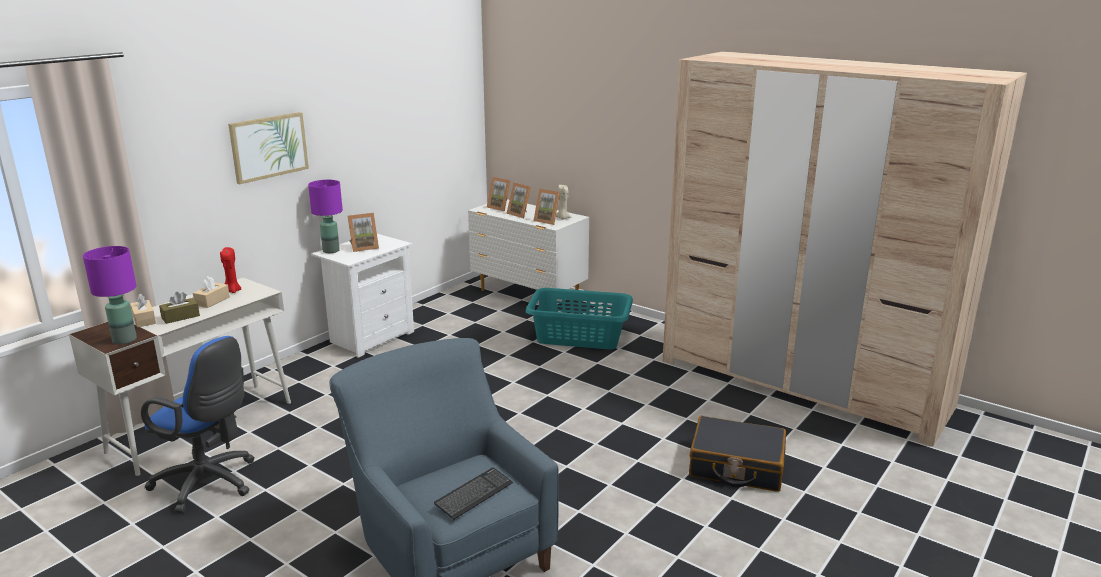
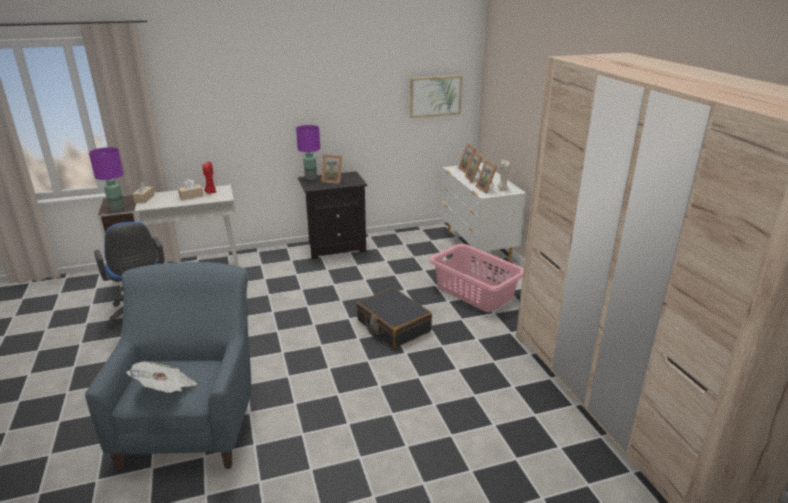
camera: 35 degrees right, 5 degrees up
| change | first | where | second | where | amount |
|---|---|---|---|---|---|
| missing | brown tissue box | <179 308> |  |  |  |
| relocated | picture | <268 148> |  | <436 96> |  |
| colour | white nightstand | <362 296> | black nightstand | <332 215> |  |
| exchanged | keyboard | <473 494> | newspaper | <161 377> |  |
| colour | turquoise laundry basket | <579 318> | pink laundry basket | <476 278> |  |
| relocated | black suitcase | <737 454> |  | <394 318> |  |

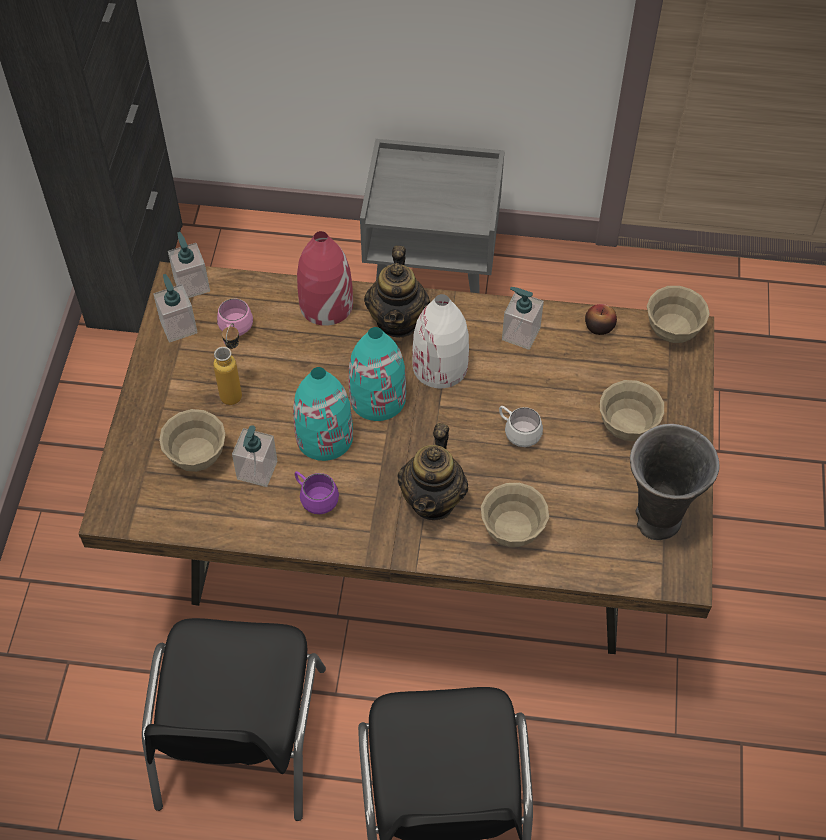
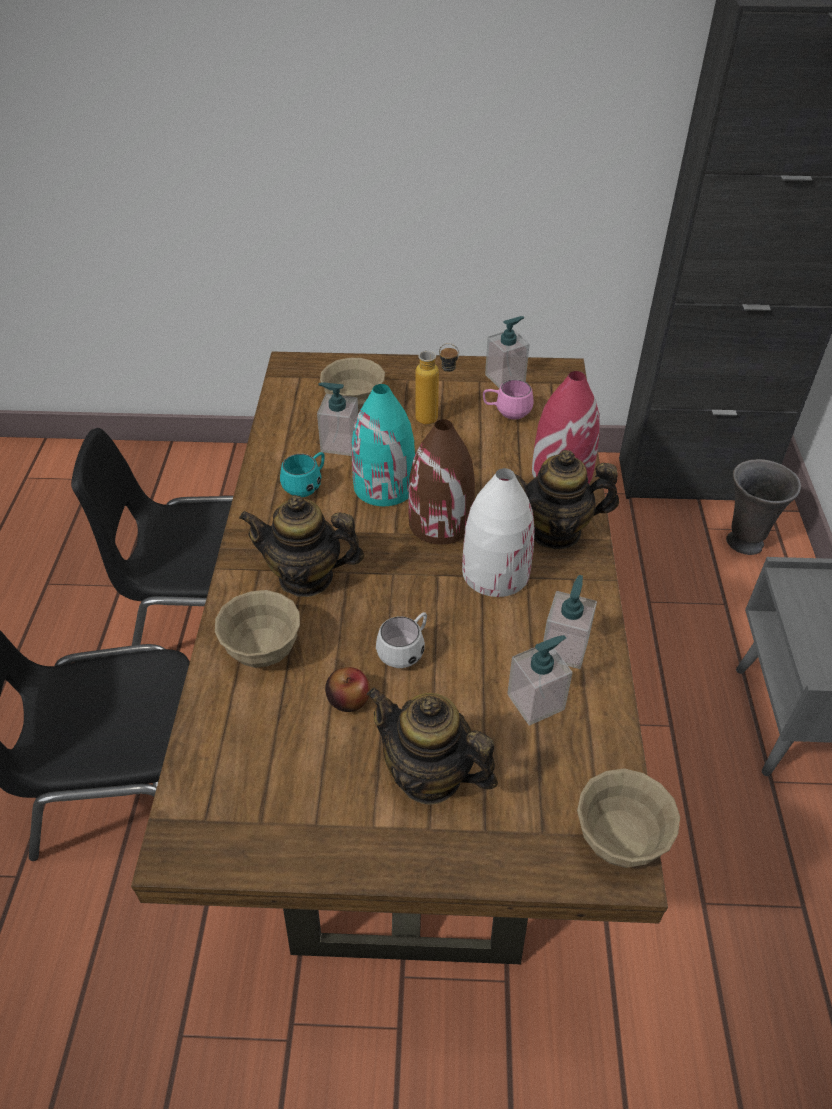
camera: 85 degrees right, 10 degrees down
| change | first | where | second | where | amount |
|---|---|---|---|---|---|
| relocated | soap dispenser | <189 265> |  | <540 680> |  |
| colour | purple mug | <316 492> | turquoise mug | <302 474> |  |
| colour | turquoise vase | <377 374> | brown vase | <441 482> |  |
| relocated | apple | <601 319> |  | <347 689> |  |
| exchanged | beige bowl | <632 410> | teapot | <432 745> |  |
| relocated | grey vase | <675 482> |  | <763 507> |  |

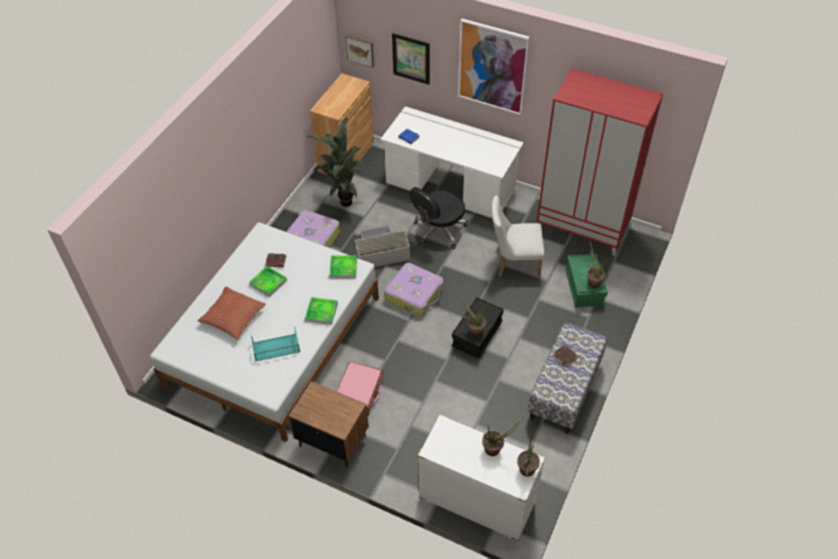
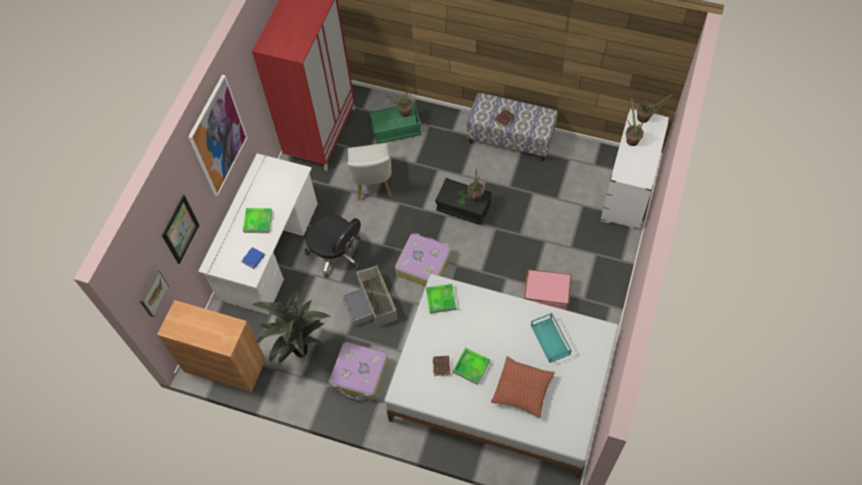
camera: 95 degrees left, 10 degrees up
| change | first | where | second | where | amount |
|---|---|---|---|---|---|
| missing | brown nightstand | <328 424> |  |  |  |
| relocated | tray | <321 311> |  | <257 220> |  |

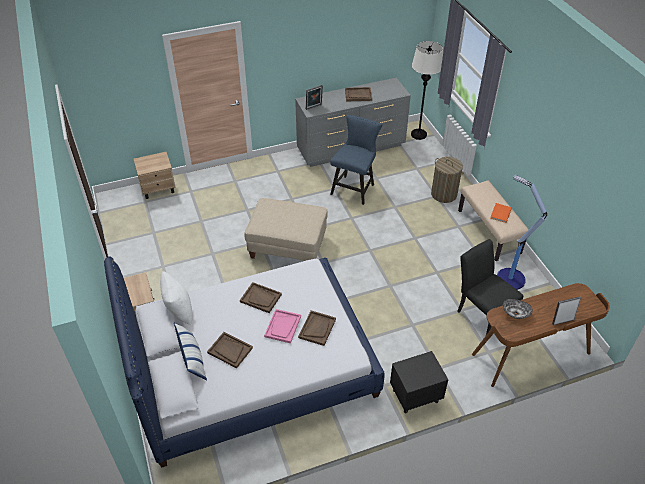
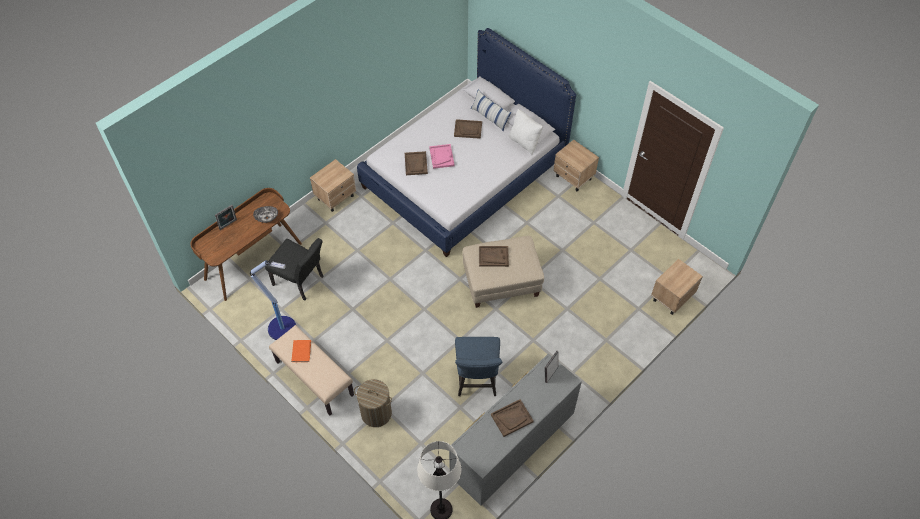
camera: 155 degrees right, 10 degrees up
| change | first | where | second | where | amount |
|---|---|---|---|---|---|
| relocated | brown tray | <261 297> |  | <494 256> |  |
| colour | black nightstand | <419 382> | beige nightstand | <333 185> |  |

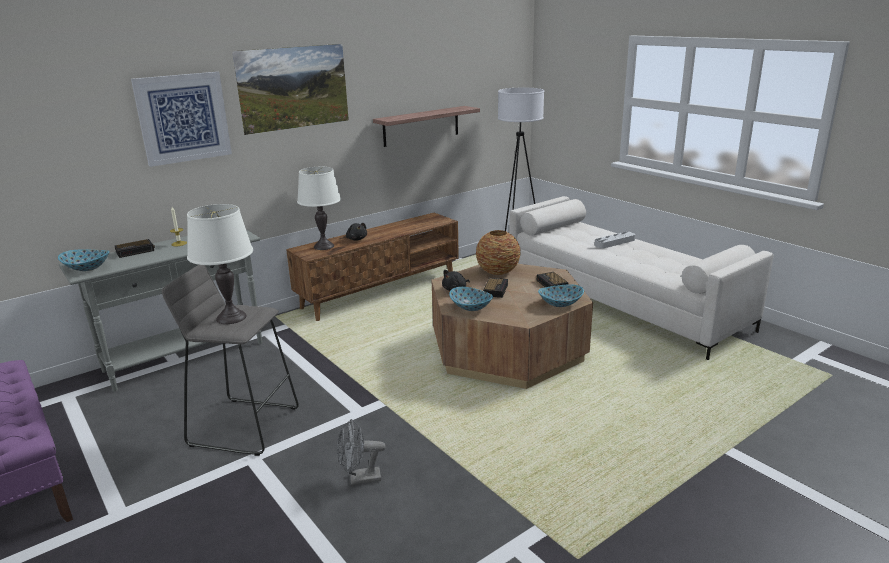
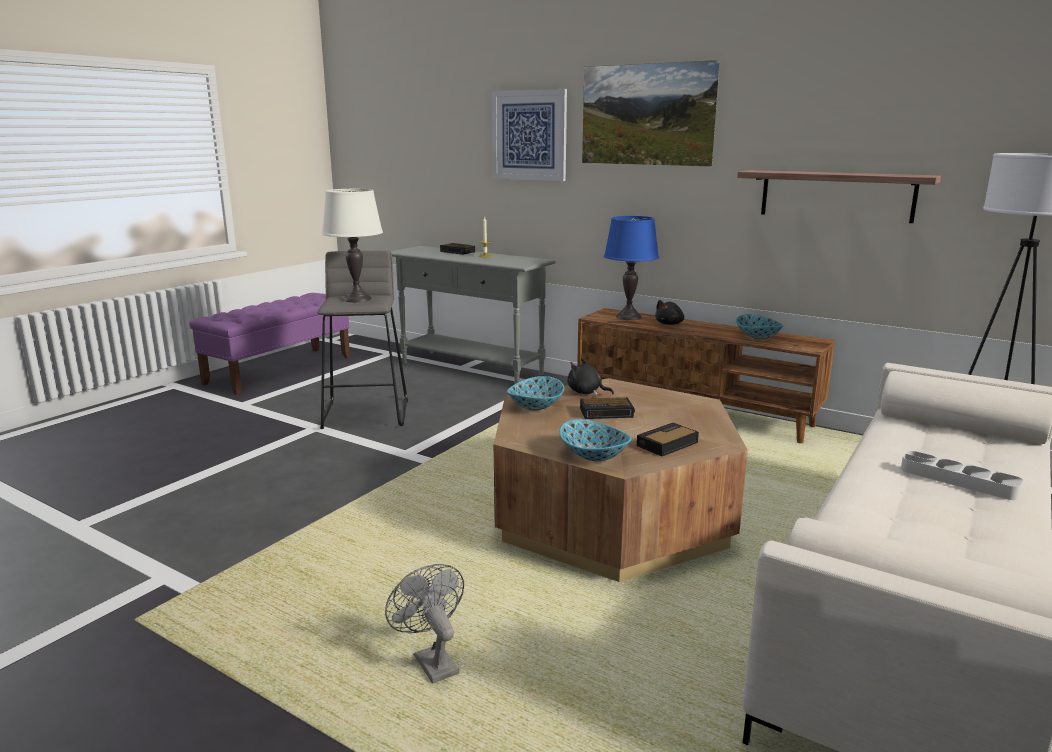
camera: 70 degrees right, 5 degrees down
| change | first | where | second | where | amount |
|---|---|---|---|---|---|
| relocated | bowl | <84 260> |  | <760 326> |  |
| colour | white table lamp | <319 208> | blue table lamp | <631 268> |  |
| relocated | grey fan | <361 452> |  | <424 624> |  |
| missing | vase | <498 252> |  |  |  |

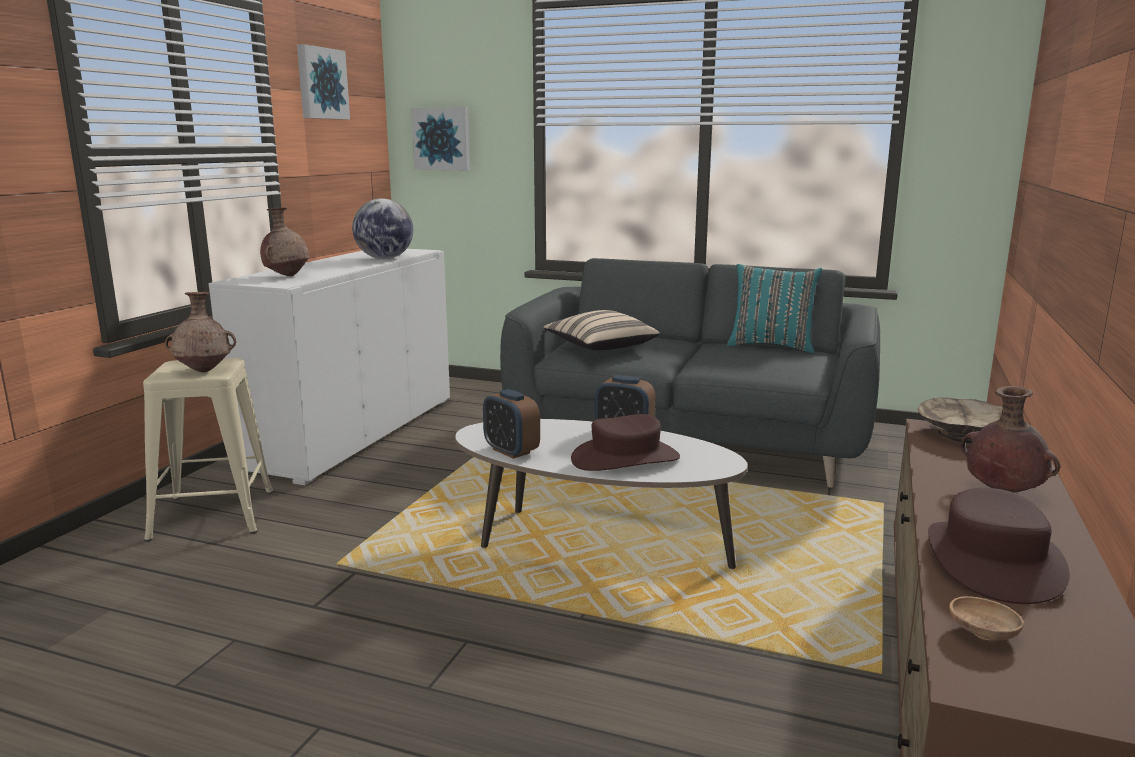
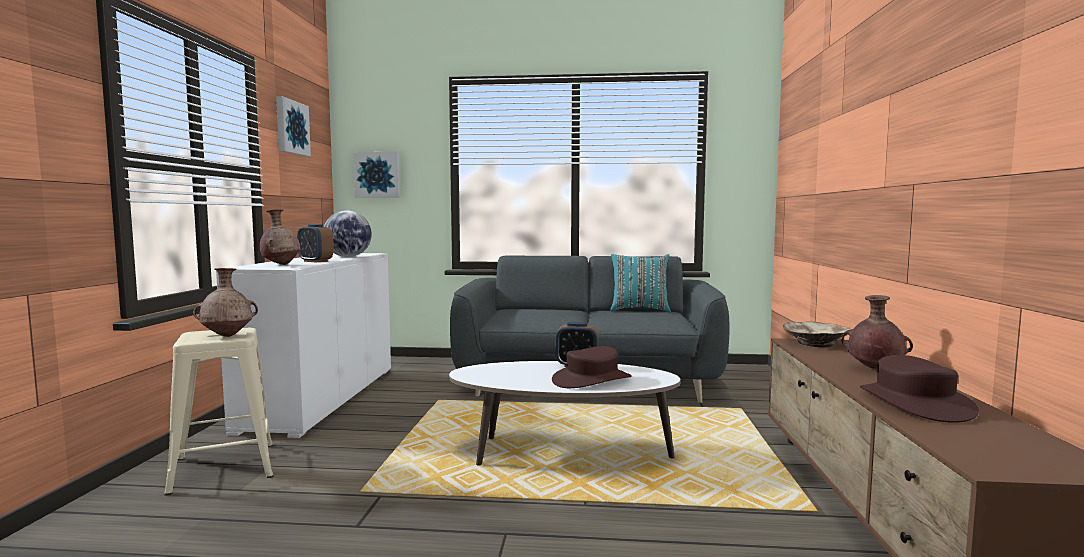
camera: 15 degrees left, 10 degrees down
| change | first | where | second | where | amount |
|---|---|---|---|---|---|
| relocated | alarm clock | <511 424> |  | <315 243> |  |
| missing | beige pillow | <601 330> |  |  |  |
| missing | brown bowl | <986 618> |  |  |  |

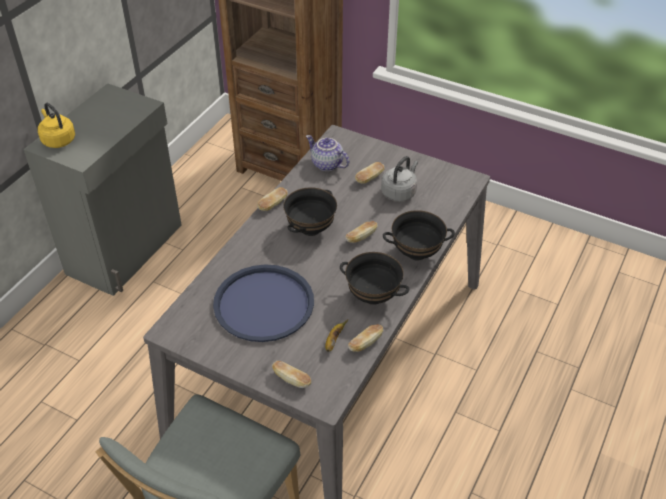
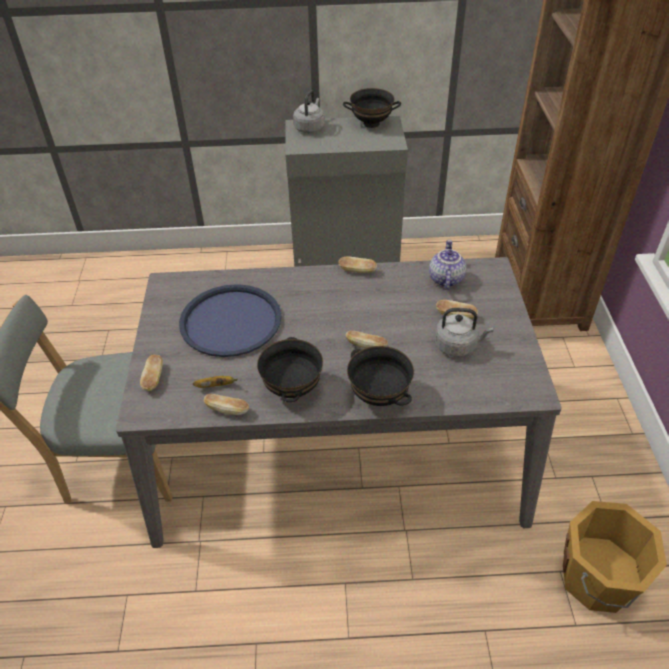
camera: 60 degrees right, 0 degrees up
| change | first | where | second | where | amount |
|---|---|---|---|---|---|
| colour | yellow kettle | <56 125> | grey kettle | <309 111> |  |
| relocated | black bowl | <310 211> |  | <372 108> |  |
| appeared |  |  | orange bucket | <615 557> |  |

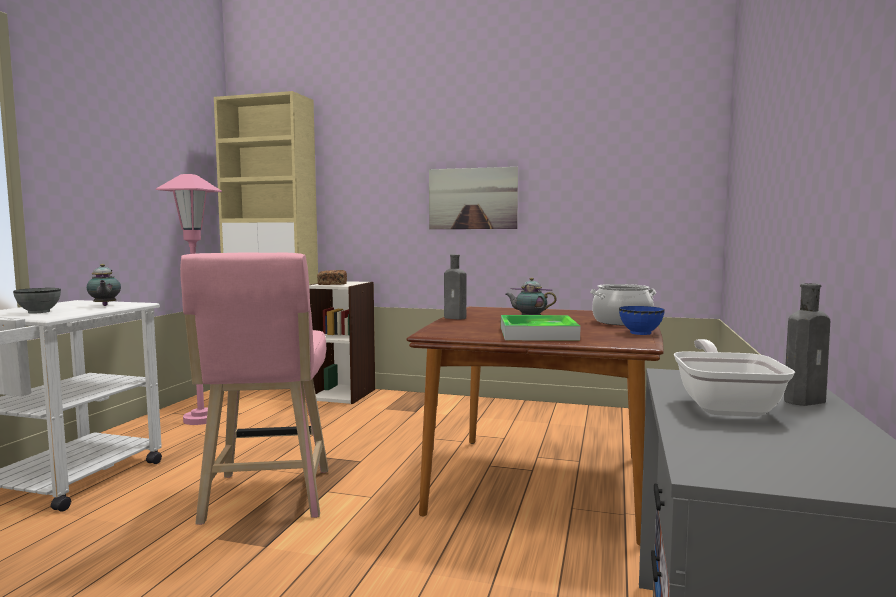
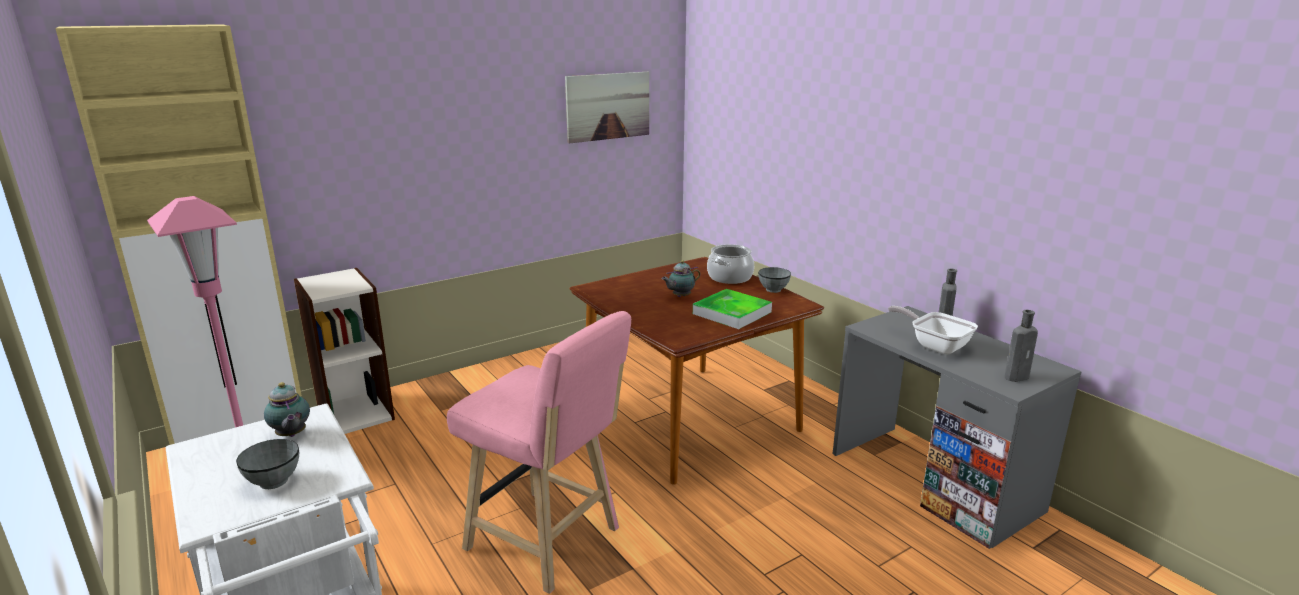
camera: 50 degrees left, 15 degrees up
| change | first | where | second | where | amount |
|---|---|---|---|---|---|
| spun | teapot | <104 285> |  | <287 409> | 45 degrees clockwise |
| missing | bread | <332 277> |  |  |  |
| relocated | picture | <473 198> |  | <607 107> |  |
| relocated | grey bottle | <455 287> |  | <1021 346> |  |
| colour | blue bowl | <642 320> | grey bowl | <774 280> |  |

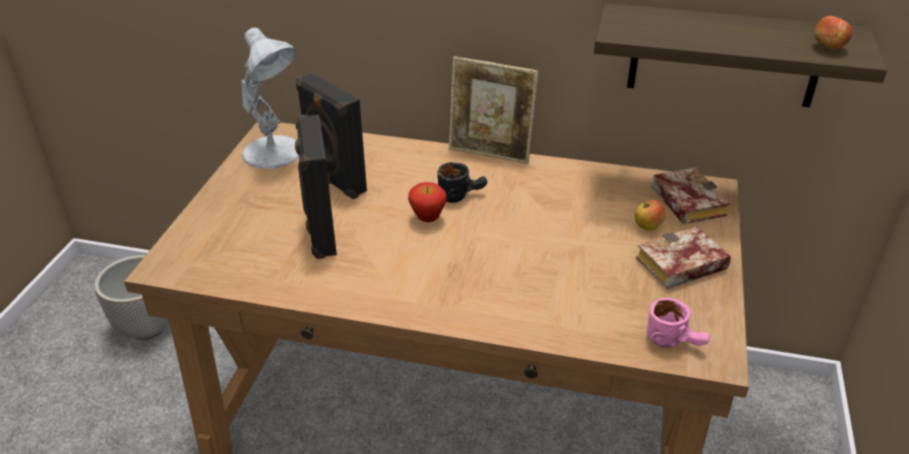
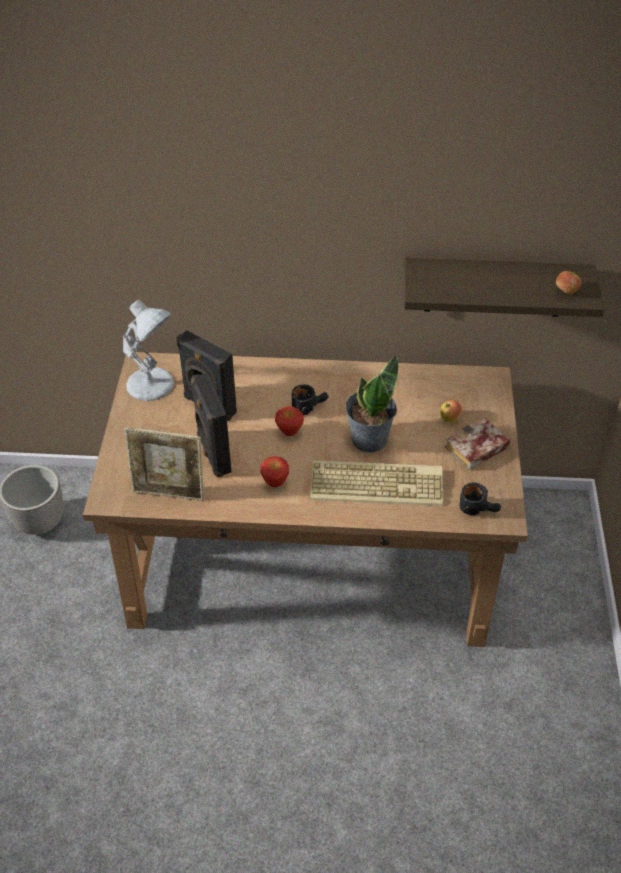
camera: 10 degrees left, 10 degrees up
| change | first | where | second | where | amount |
|---|---|---|---|---|---|
| relocated | picture frame | <494 110> |  | <164 464> |  |
| colour | pink mug | <678 323> | black mug | <480 498> |  |
| missing | book | <691 196> |  |  |  |
| appeared |  |  | apple | <275 471> |  |
| appeared |  |  | keyboard | <376 483> |  |
| appeared |  |  | potted plant | <371 404> |  |

